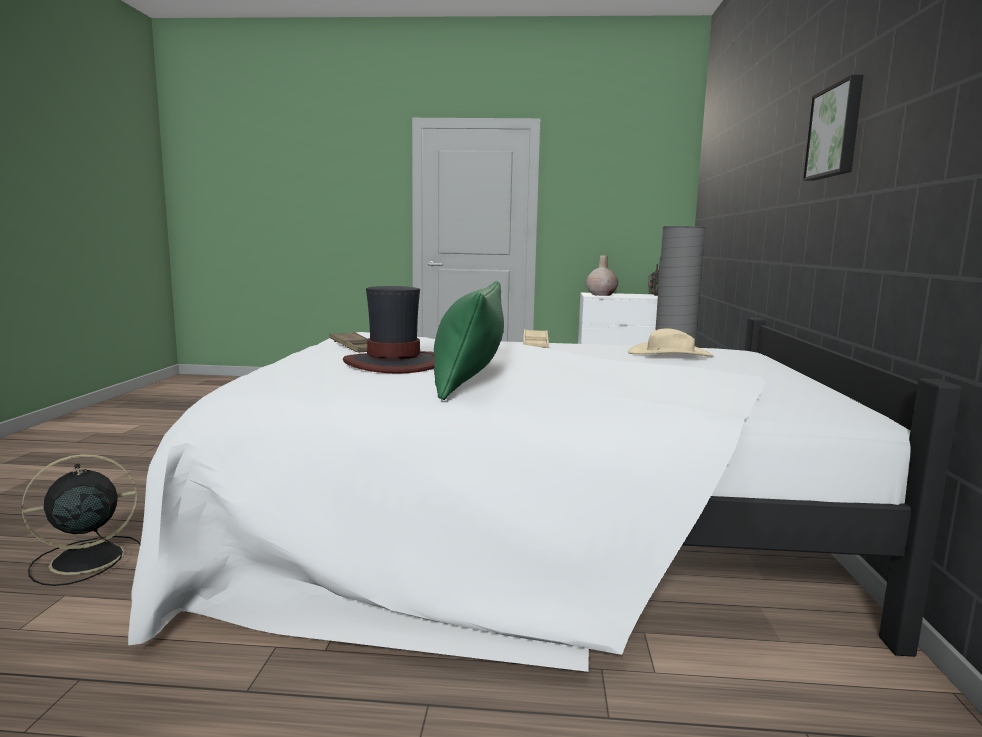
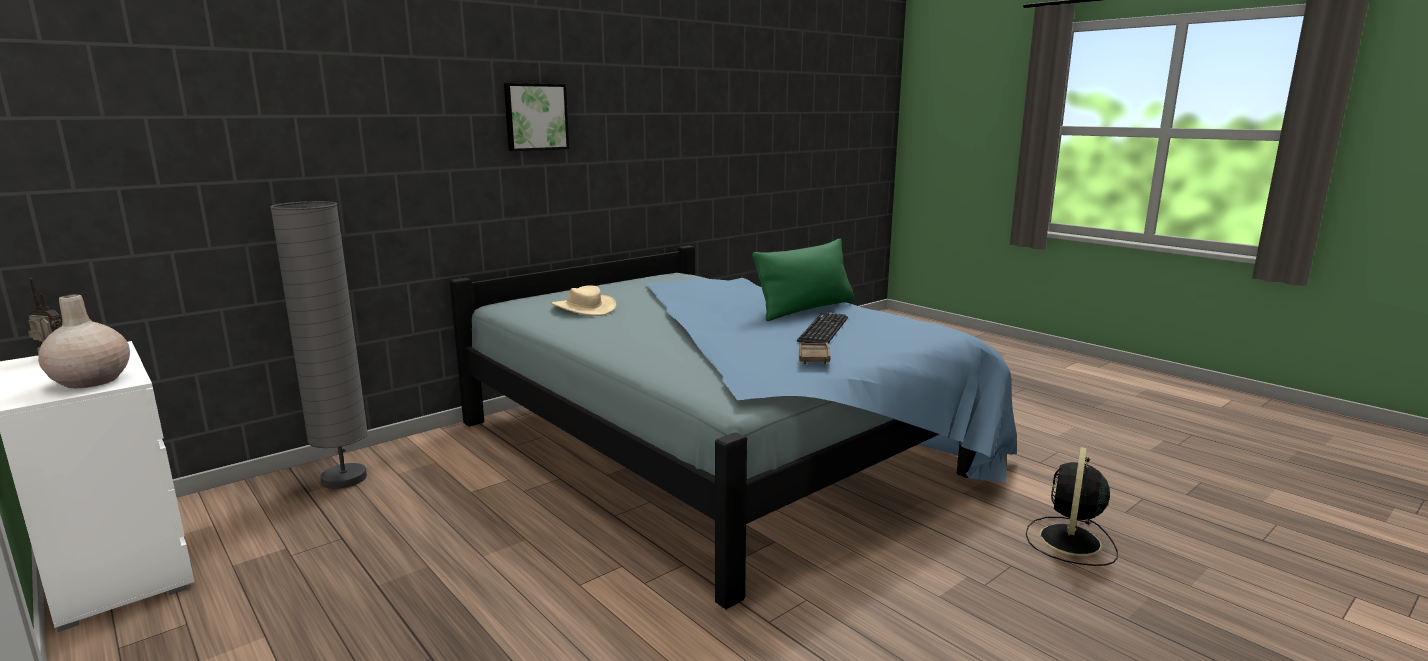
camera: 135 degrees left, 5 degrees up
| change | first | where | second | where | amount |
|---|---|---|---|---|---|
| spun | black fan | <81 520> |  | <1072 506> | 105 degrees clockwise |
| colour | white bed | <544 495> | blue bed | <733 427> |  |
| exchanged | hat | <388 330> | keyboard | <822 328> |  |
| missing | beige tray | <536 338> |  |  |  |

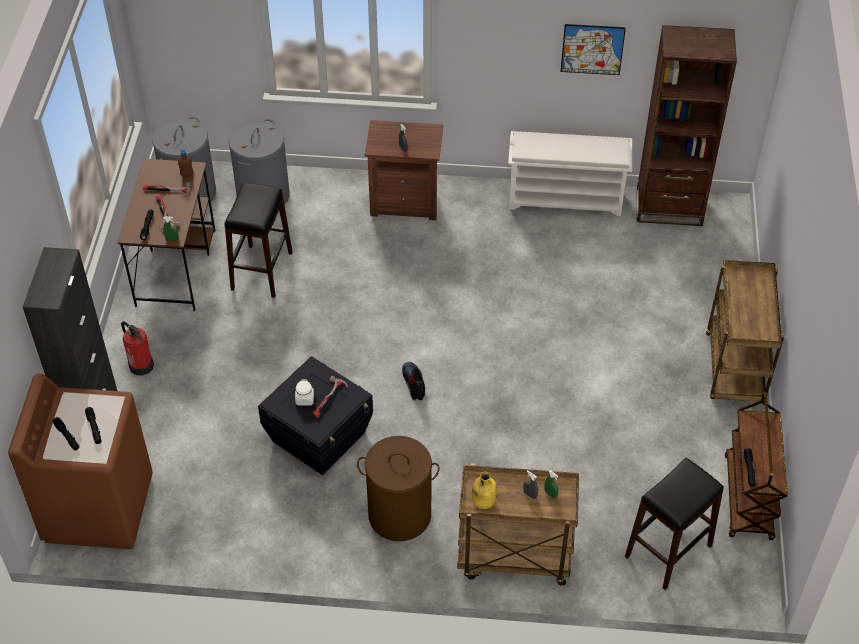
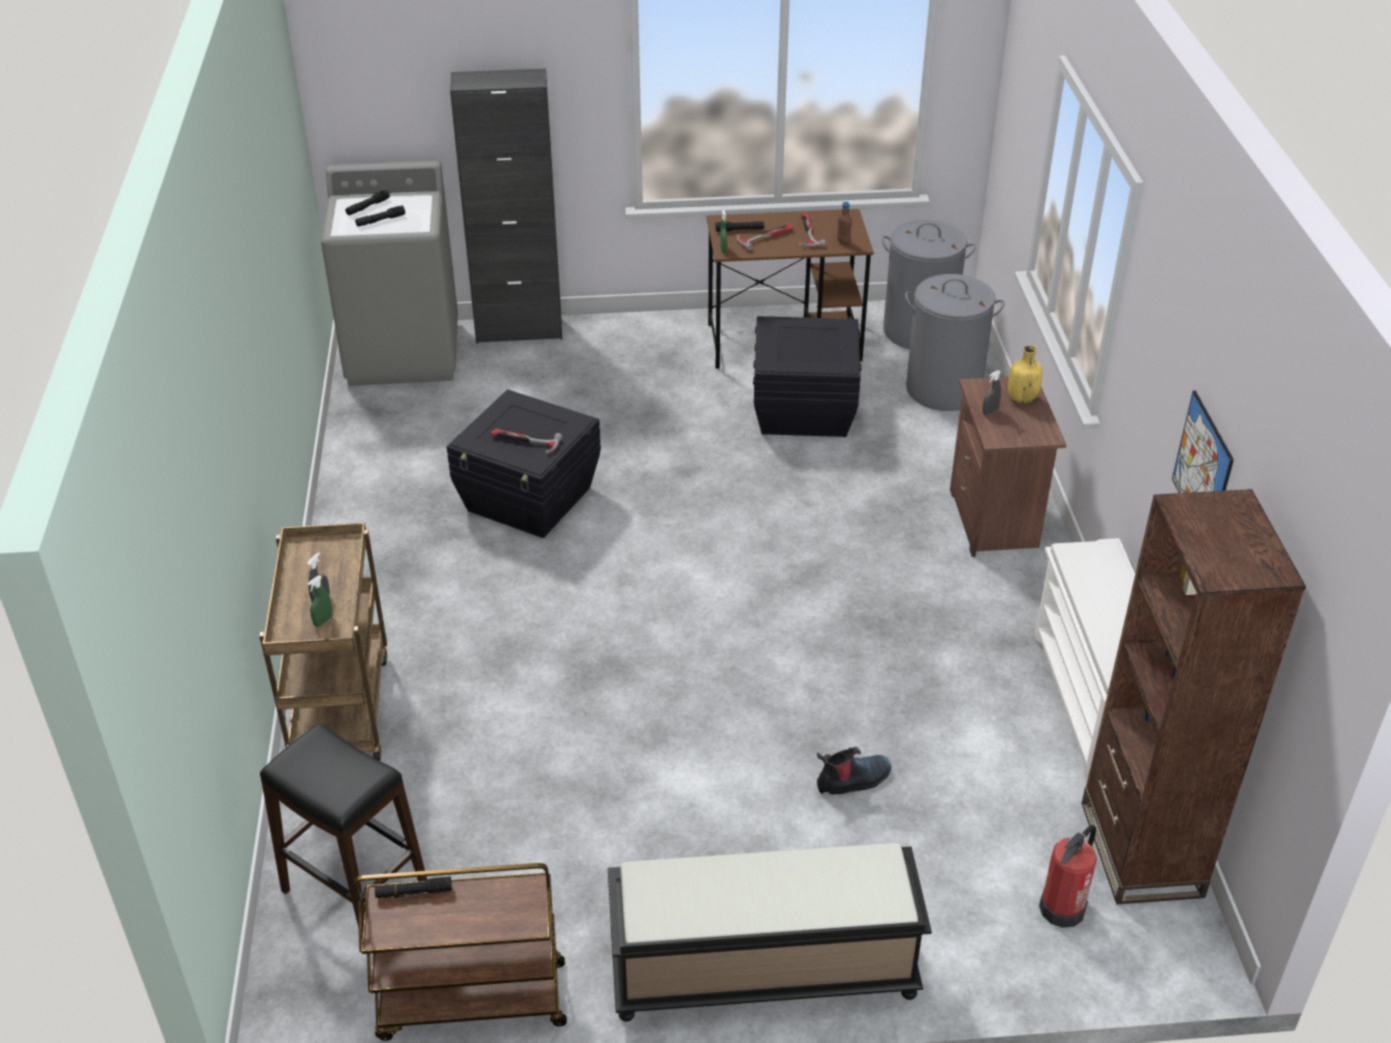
camera: 80 degrees right, 10 degrees down
| change | first | where | second | where | amount |
|---|---|---|---|---|---|
| colour | brown washing machine | <80 461> | grey washing machine | <389 273> |  |
| relocated | fire extinguisher | <137 348> |  | <1068 876> |  |
| exchanged | black stool | <258 240> | black storage box | <807 376> |  |
| missing | white jar | <304 392> |  |  |  |
| missing | brown laundry basket | <398 488> |  |  |  |
| relocated | boot | <413 381> |  | <854 771> |  |
| relocated | yellow bottle | <484 490> |  | <1025 374> |  |
| exchanged | brown cart | <745 331> | black bench | <770 932> |  |

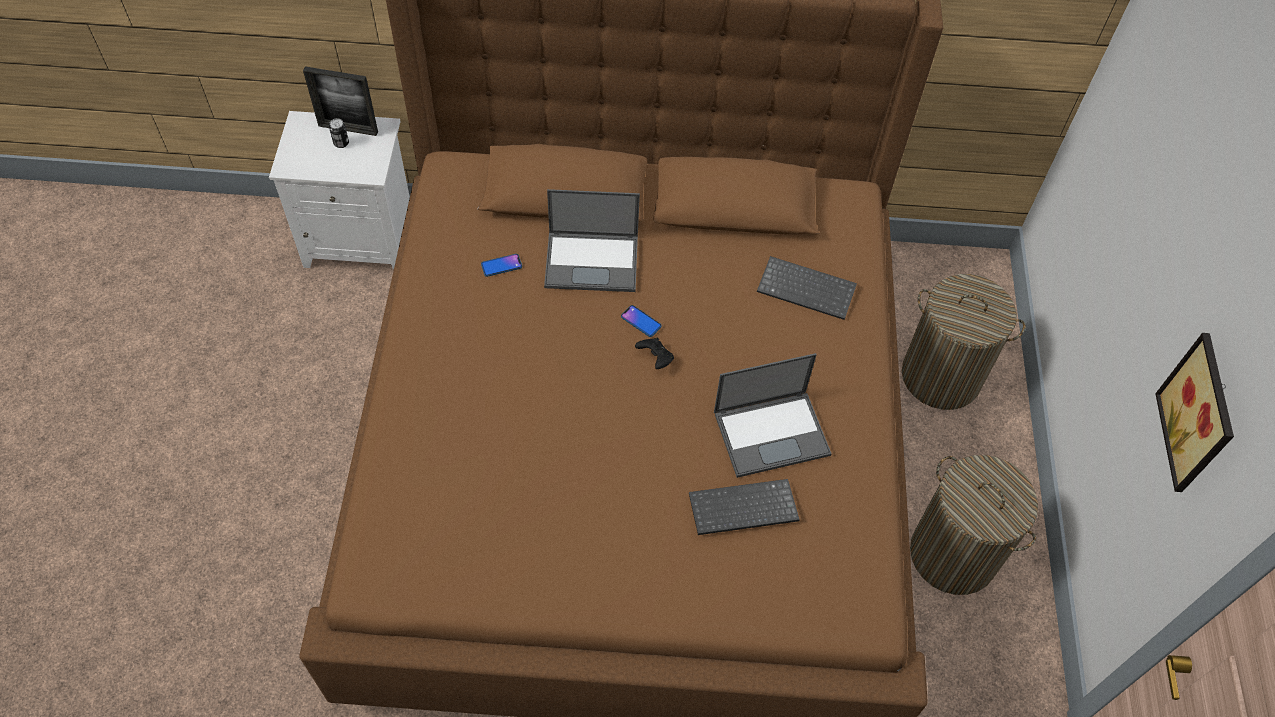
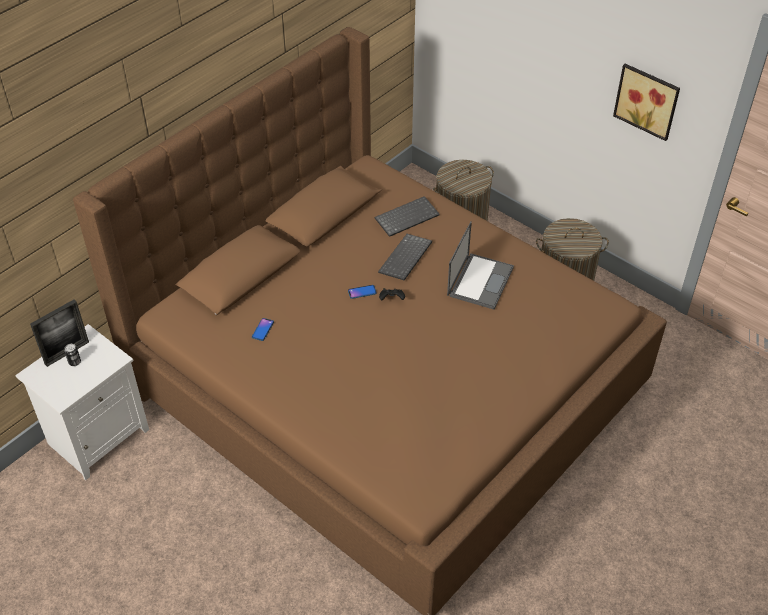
camera: 50 degrees left, 10 degrees down
| change | first | where | second | where | amount |
|---|---|---|---|---|---|
| missing | laptop | <592 240> |  |  |  |
| relocated | keyboard | <744 507> |  | <405 257> |  |

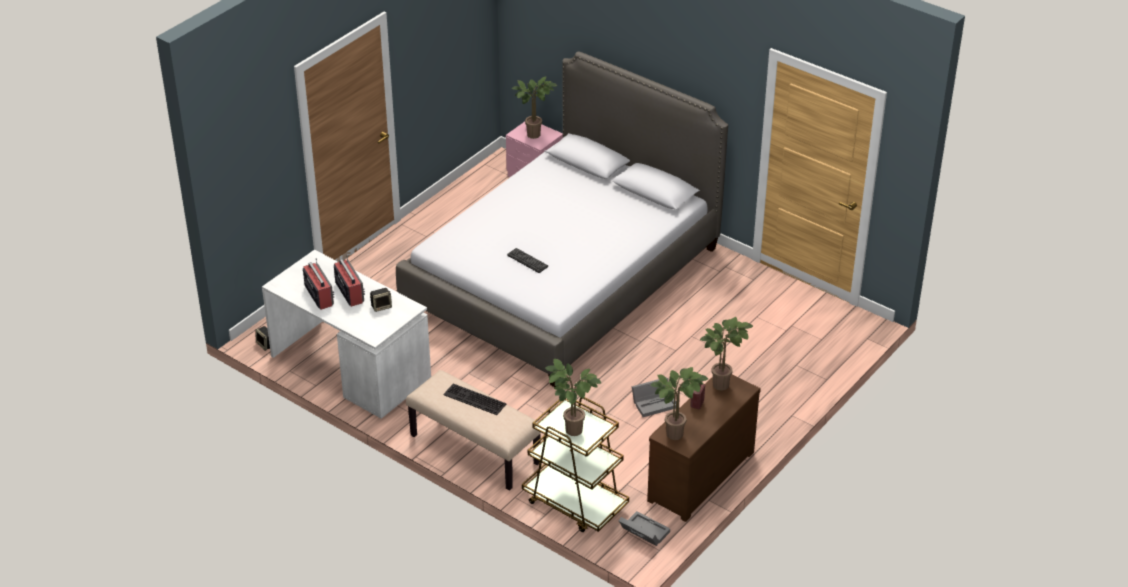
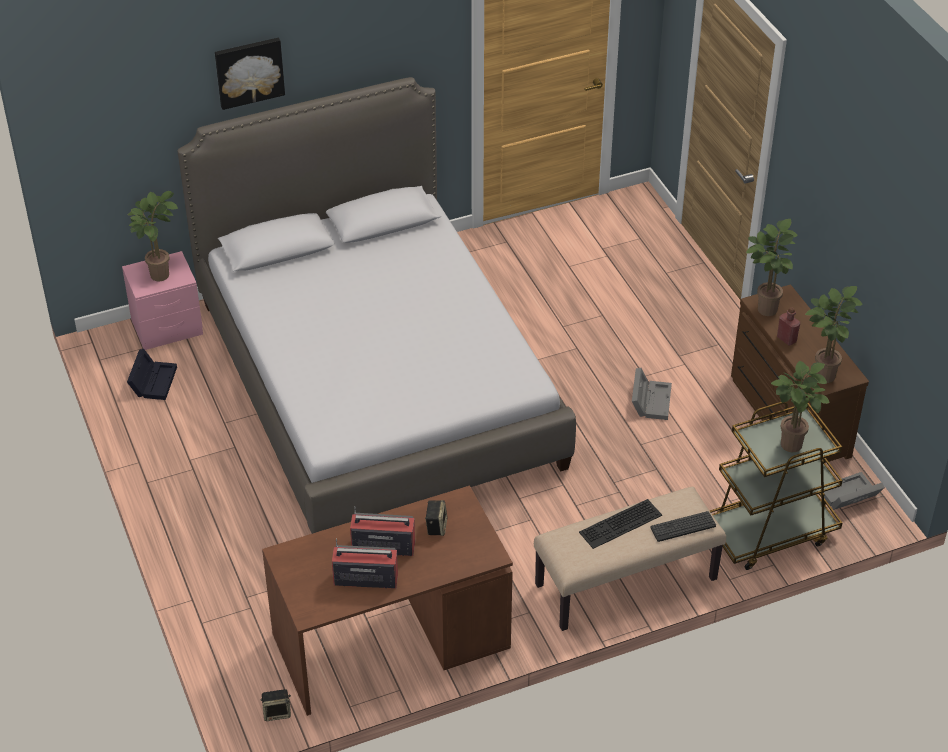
camera: 60 degrees left, 5 degrees up
| change | first | where | second | where | amount |
|---|---|---|---|---|---|
| colour | white desk | <346 334> | brown desk | <387 600> |  |
| relocated | keyboard | <527 260> |  | <683 526> |  |
| appeared |  |  | black storage box | <152 374> |  |
| appeared |  |  | picture | <250 74> |  |

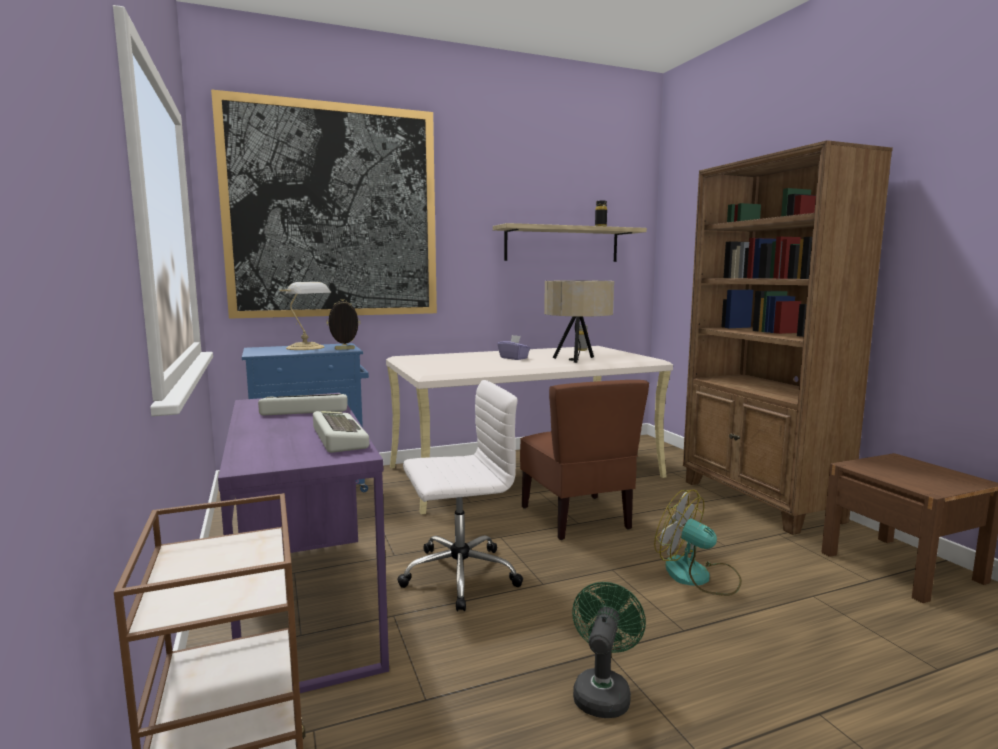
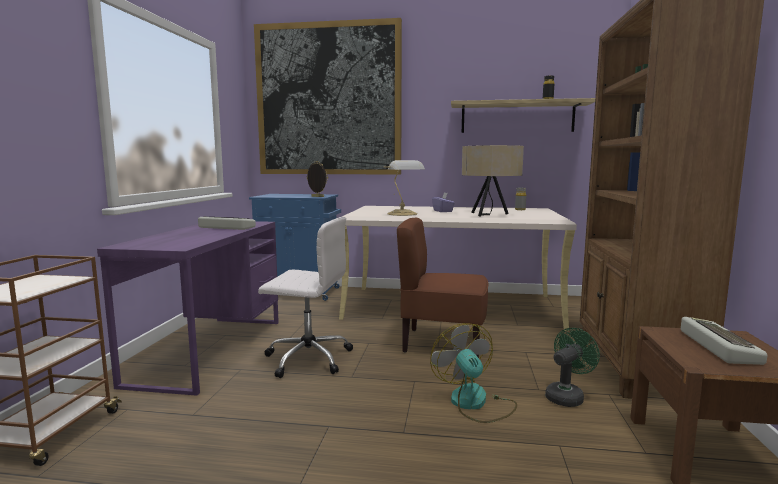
camera: 30 degrees right, 0 degrees up
| change | first | where | second | where | amount |
|---|---|---|---|---|---|
| relocated | table lamp | <305 316> |  | <404 188> |  |
| relocated | keyboard | <341 432> |  | <724 341> |  |
| spun | brown chair | <584 460> |  | <443 288> | 90 degrees clockwise |
| relocated | green fan | <609 650> |  | <572 367> |  |

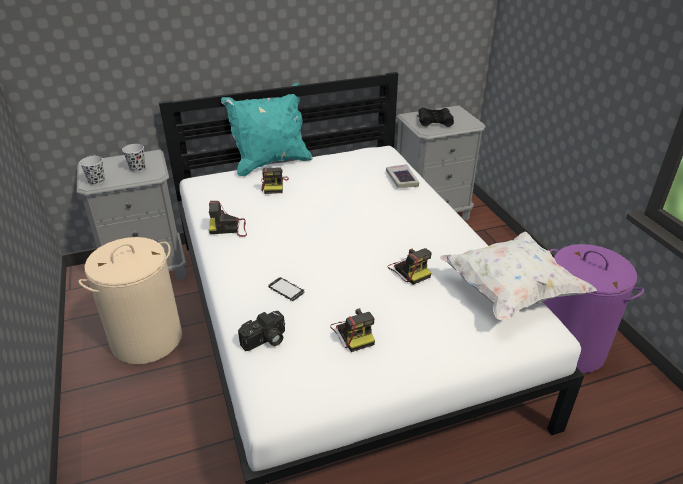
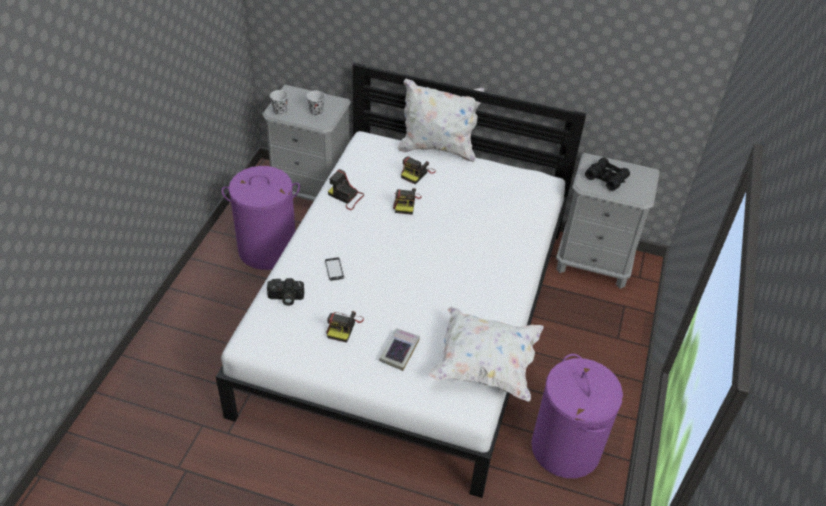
camera: 35 degrees right, 10 degrees up
| change | first | where | second | where | amount |
|---|---|---|---|---|---|
| colour | beige laundry basket | <130 300> | purple laundry basket | <261 218> |  |
| colour | turquoise pillow | <266 129> | white pillow | <441 120> |  |
| relocated | book | <402 176> |  | <399 349> |  |
| relocated | photo camera | <410 266> |  | <407 201> |  |

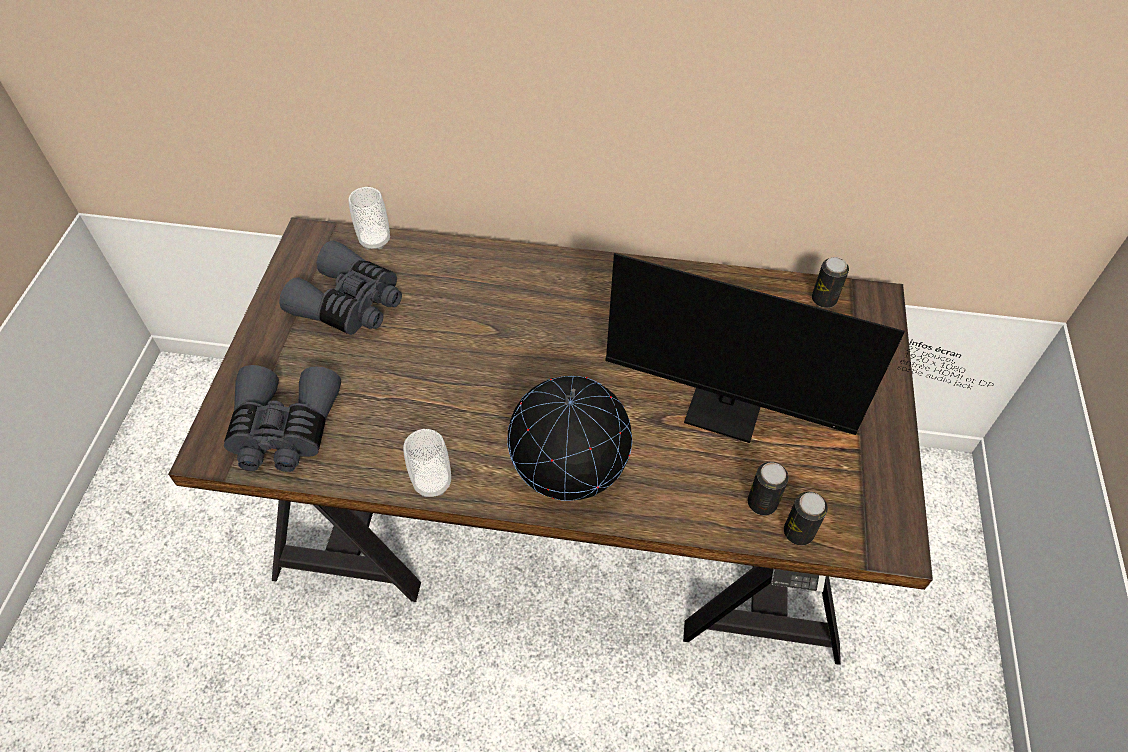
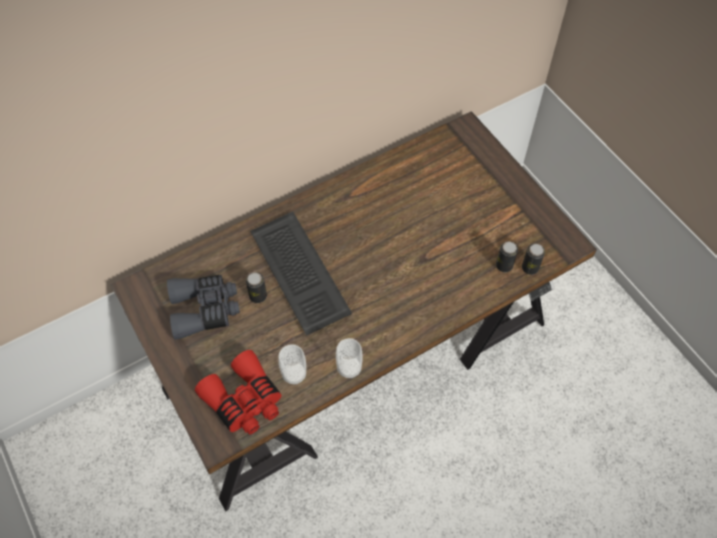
camera: 40 degrees left, 5 degrees up
| change | first | where | second | where | amount |
|---|---|---|---|---|---|
| colour | grey binoculars | <282 418> | red binoculars | <238 392> |  |
| relocated | cup | <369 218> |  | <292 364> |  |
| missing | globe | <569 438> |  |  |  |
| missing | monitor | <799 348> |  |  |  |
| relocated | can | <830 282> |  | <256 287> |  |
| appeared |  |  | keyboard | <301 274> |  |

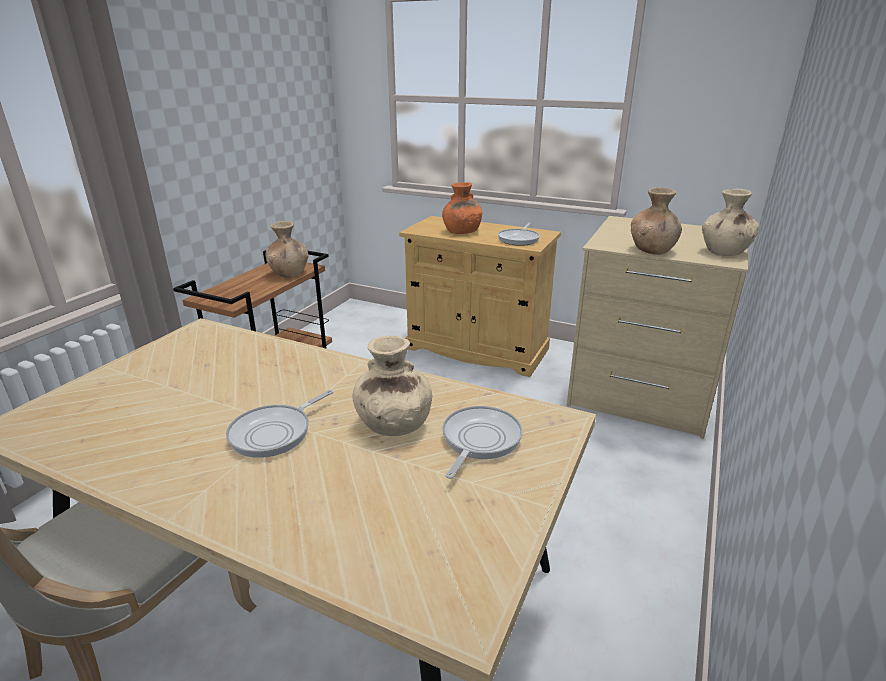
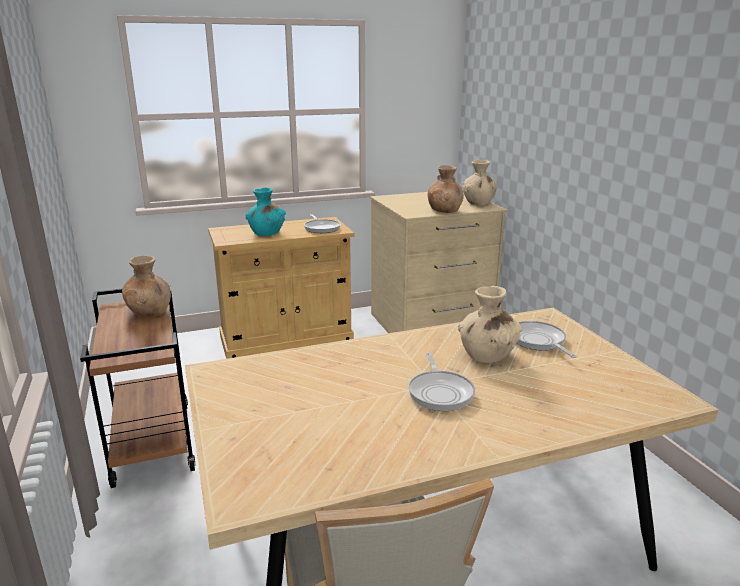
camera: 45 degrees left, 5 degrees down
| change | first | where | second | where | amount |
|---|---|---|---|---|---|
| colour | orange vase | <462 208> | turquoise vase | <266 212> |  |

